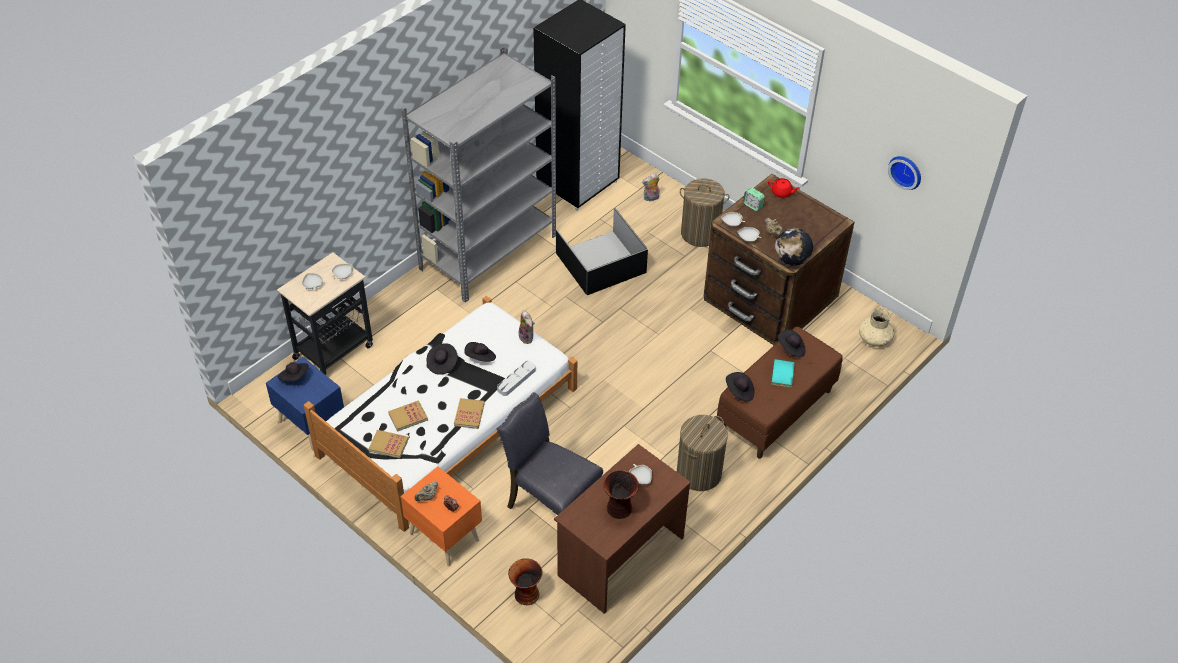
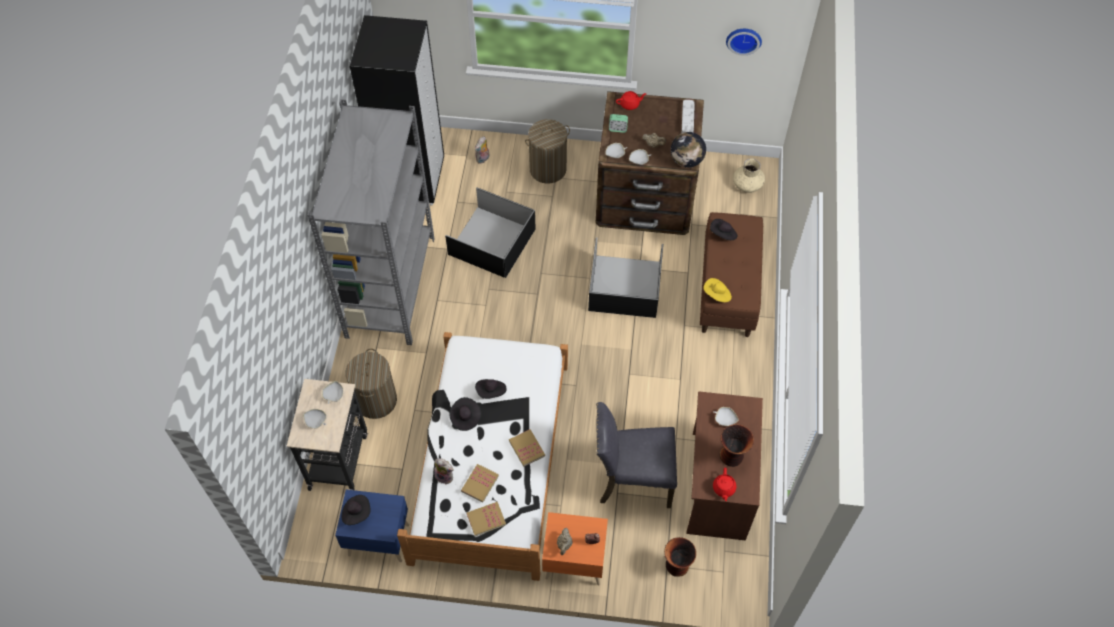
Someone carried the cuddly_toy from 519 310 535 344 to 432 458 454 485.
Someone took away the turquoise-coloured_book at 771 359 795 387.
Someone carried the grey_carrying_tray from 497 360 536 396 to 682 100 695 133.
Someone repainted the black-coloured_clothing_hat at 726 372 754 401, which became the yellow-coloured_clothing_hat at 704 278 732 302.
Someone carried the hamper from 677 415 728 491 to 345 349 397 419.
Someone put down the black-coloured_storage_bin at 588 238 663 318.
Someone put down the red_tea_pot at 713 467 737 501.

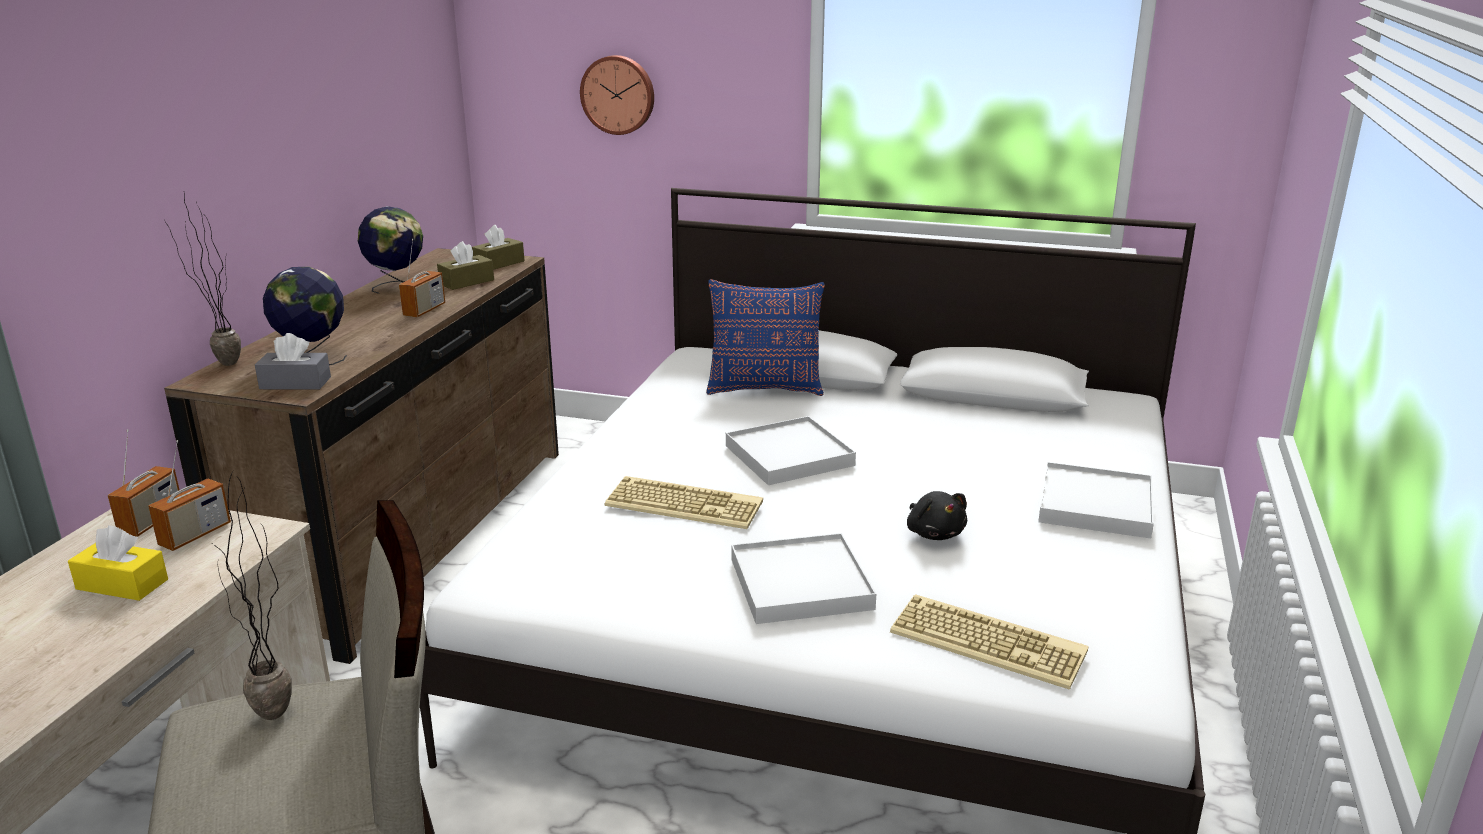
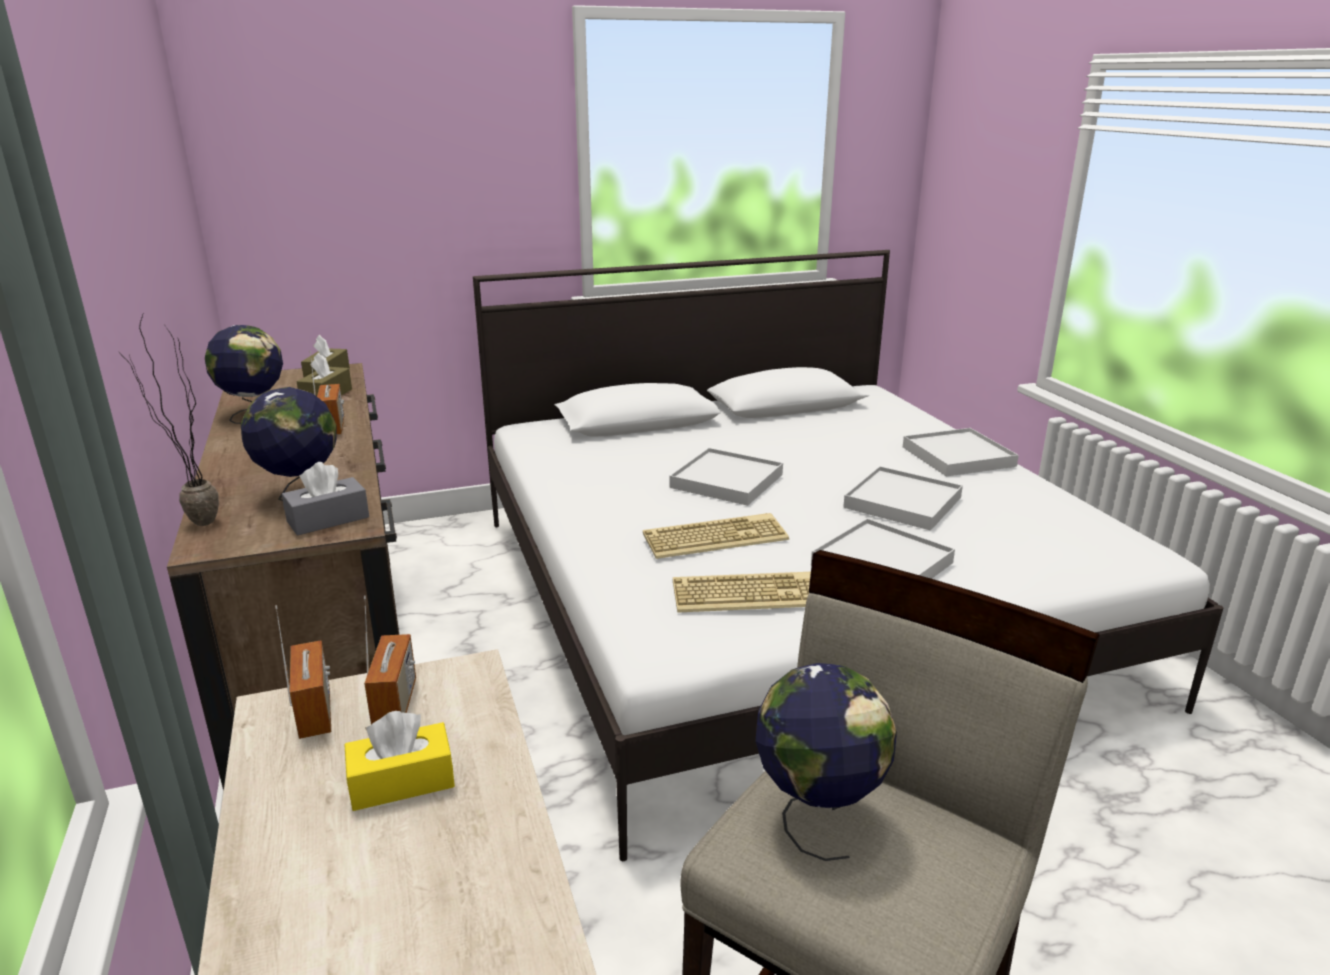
Someone took away the hanging_clock at 580 55 654 135.
Someone took away the blue_pillow at 706 279 825 396.
Someone swapped the plant_in_a_pot at 213 471 292 720 for the world_globe at 755 663 897 861.
Someone swapped the black-coloured_cuddly_toy at 907 491 967 540 for the whitish_carrying_tray at 843 466 963 531.
Someone carried the keyboard from 890 594 1089 690 to 673 572 811 613.

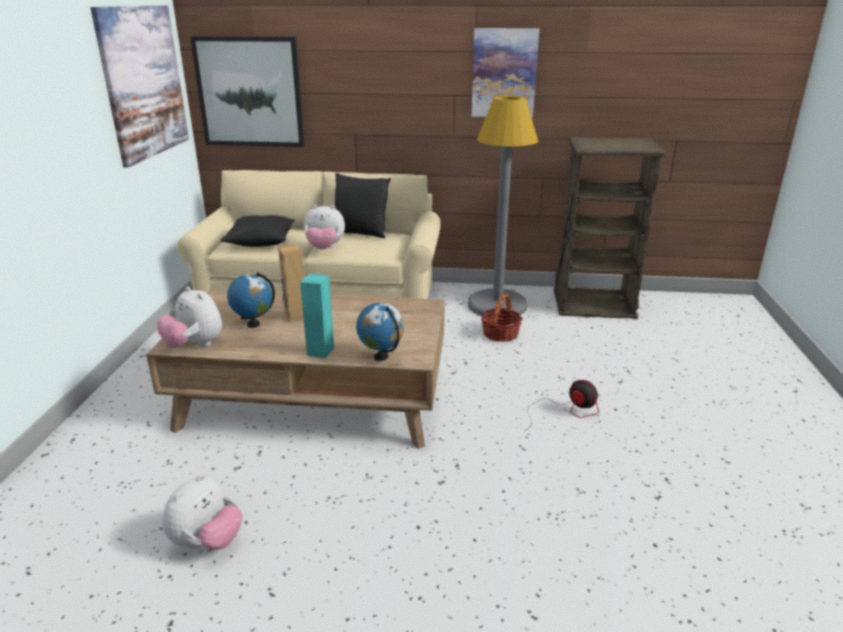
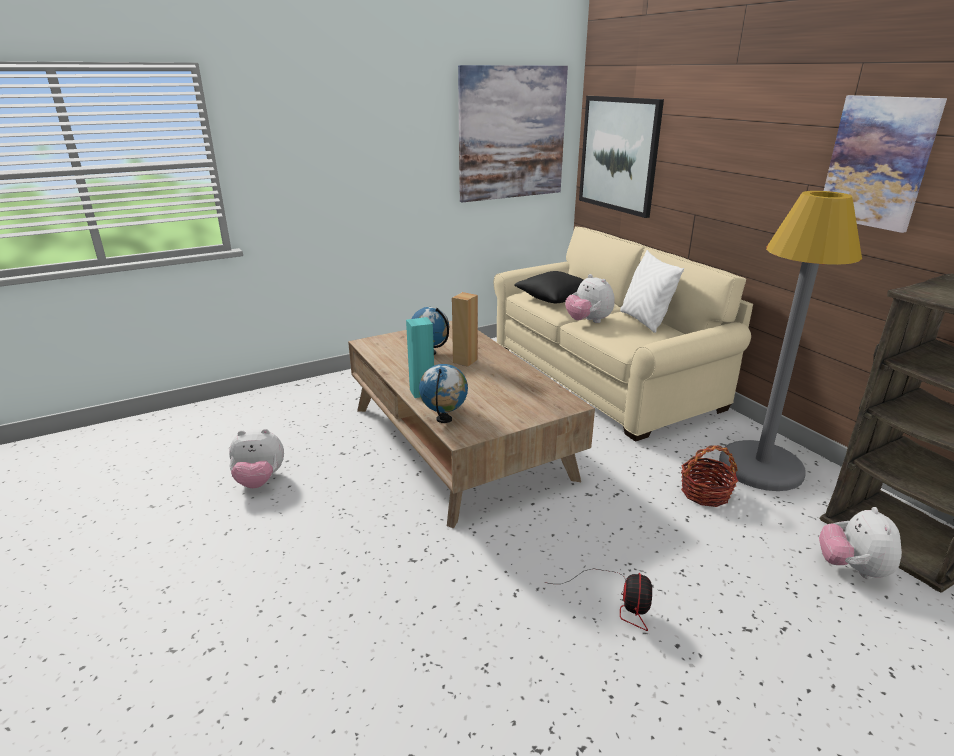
Someone repainted the black-coloured_pillow at 335 173 391 238, which became the whitish_pillow at 620 250 684 333.
Someone carried the cuddly_toy from 157 286 222 348 to 819 507 902 579.

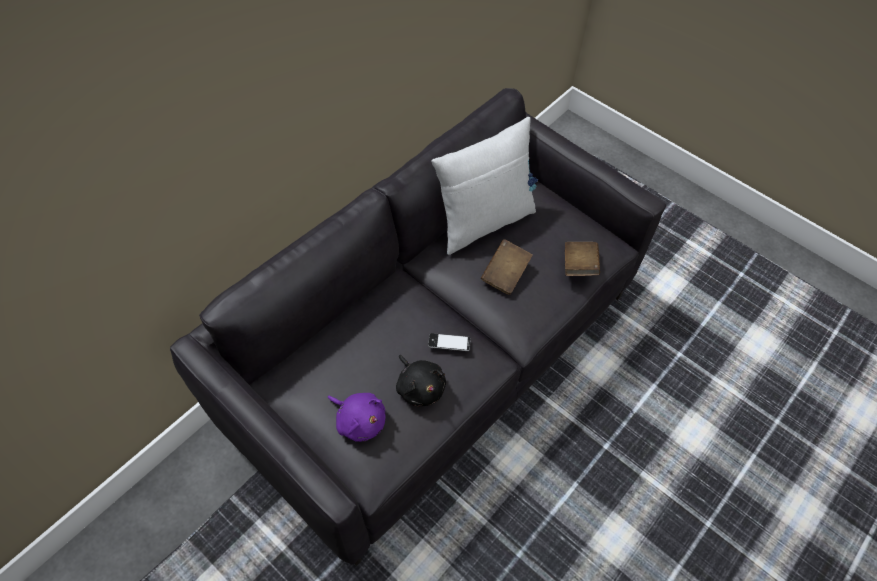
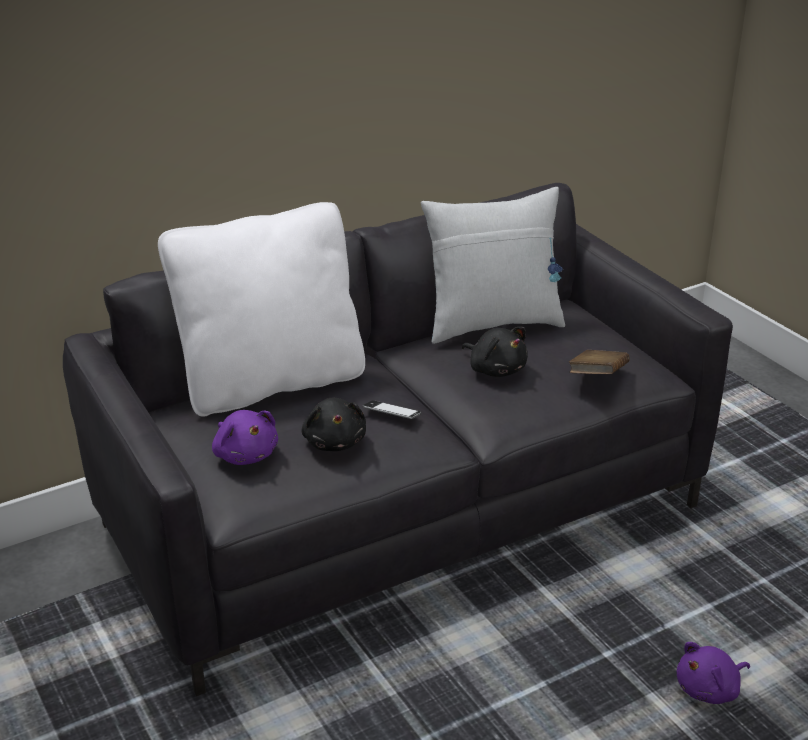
Someone swapped the brown-coloured_book at 481 239 533 295 for the black-coloured_cuddly_toy at 462 327 528 377.
Someone put down the whitish_pillow at 158 202 365 417.
Someone put down the purplish_cuddly_toy at 677 642 750 704.

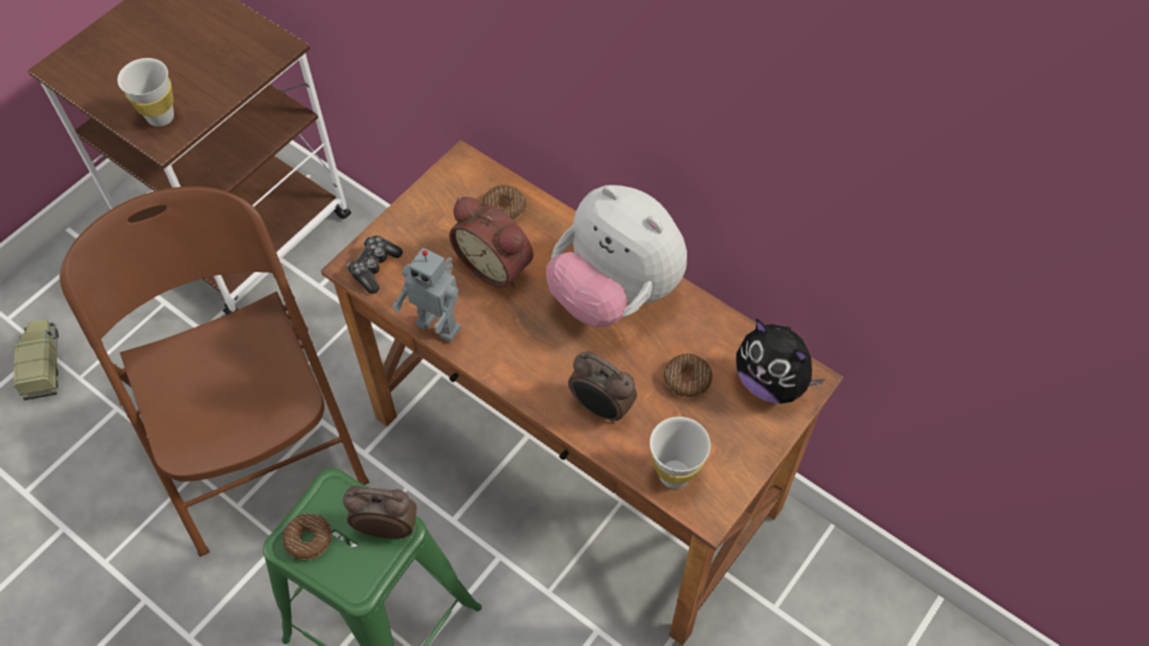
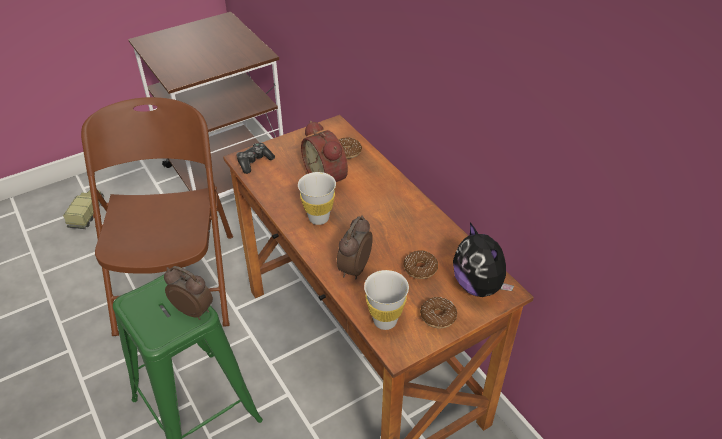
Someone carried the whitish_drinking_cup from 117 58 174 127 to 298 172 336 225.
Someone took away the cuddly_toy at 546 185 687 327.
Someone took away the model_robot at 392 248 461 343.
Someone rotated the bedside_clock at 568 351 637 424 by 60 degrees clockwise.
Someone carried the donut from 283 514 332 560 to 420 297 457 329.

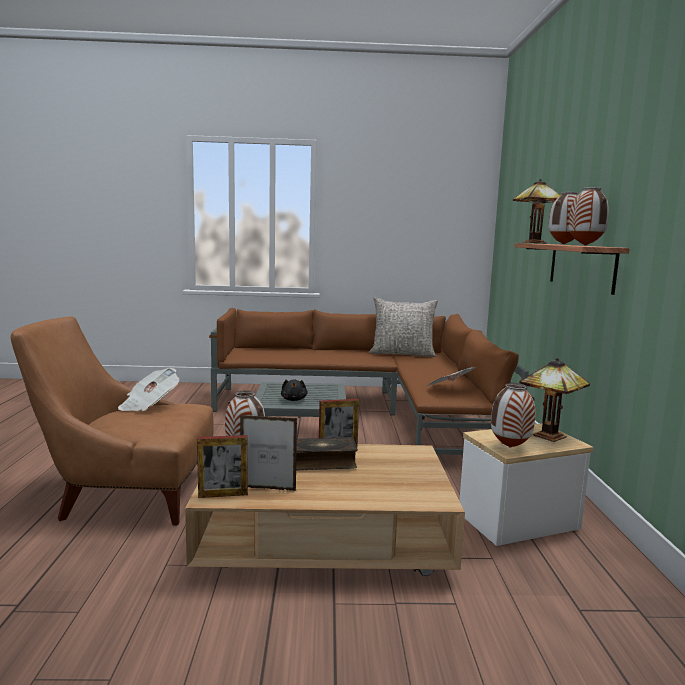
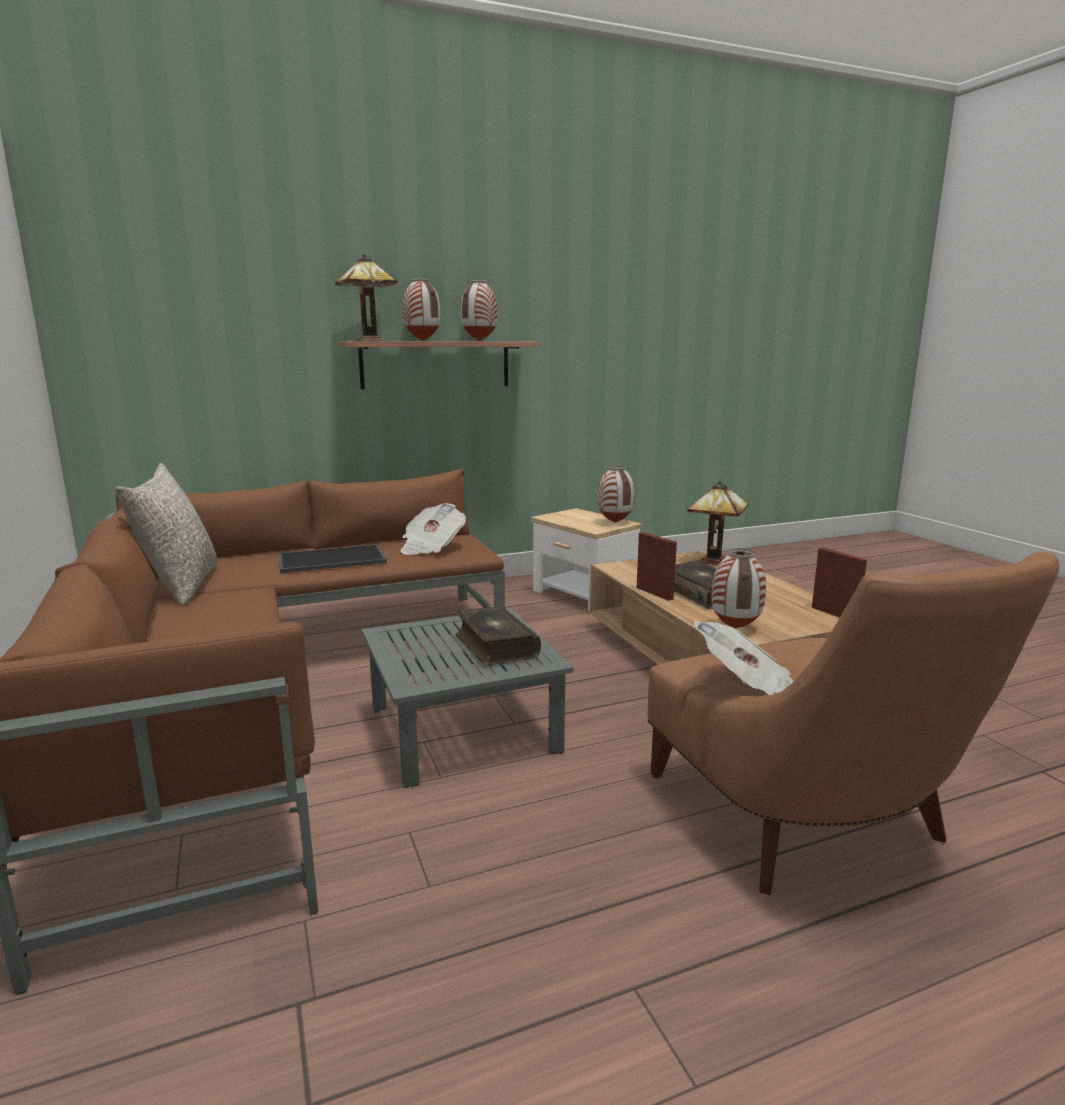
Someone carried the table_lamp from 520 358 590 442 to 687 481 749 565.
Someone swapped the black-coloured_cuddly_toy at 281 379 308 401 for the book at 456 606 541 666.
Someone took away the picture_frame at 240 415 297 491.
Someone put down the carrying_tray at 278 544 387 573.

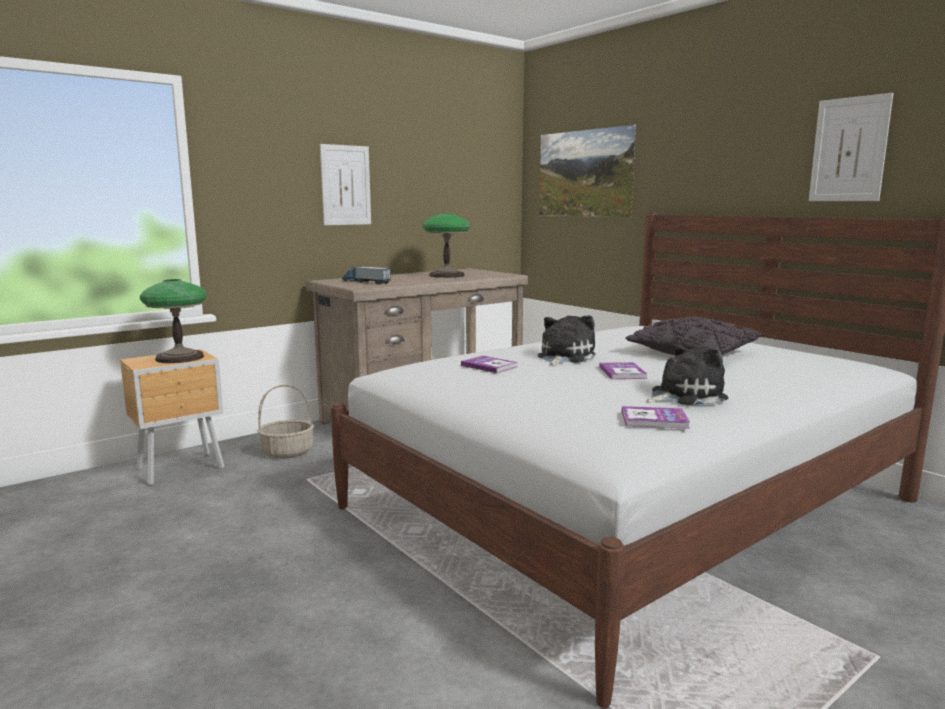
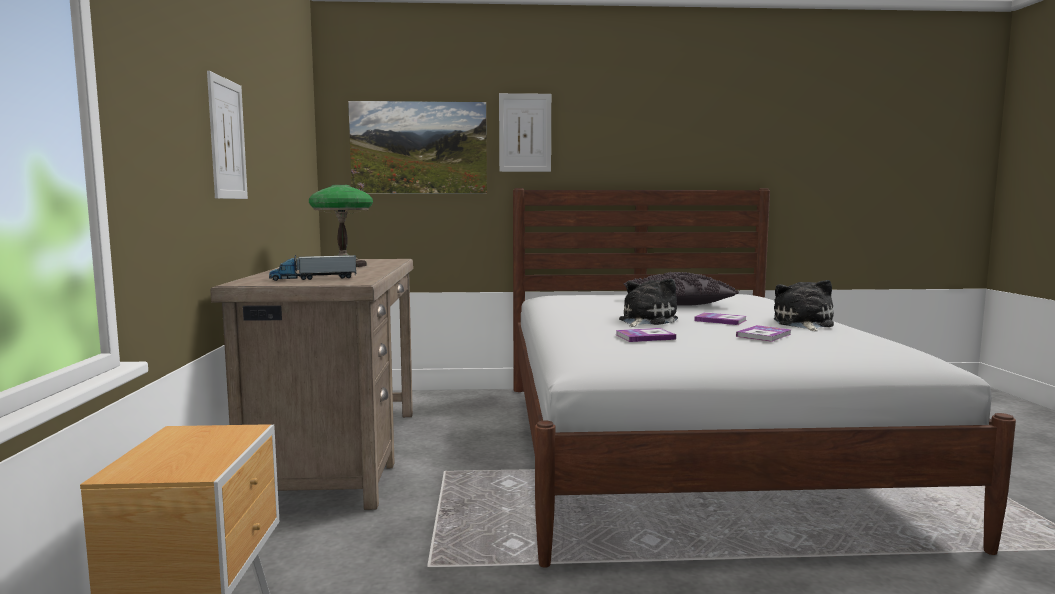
Someone carried the wall_picture from 809 93 893 201 to 499 93 551 172.
Someone took away the table_lamp at 140 279 207 363.
Someone rotated the cuddly_toy at 538 315 596 366 by 60 degrees clockwise.
Someone took away the basket at 257 384 314 459.
Someone carried the book from 622 406 690 429 to 736 325 791 342.

